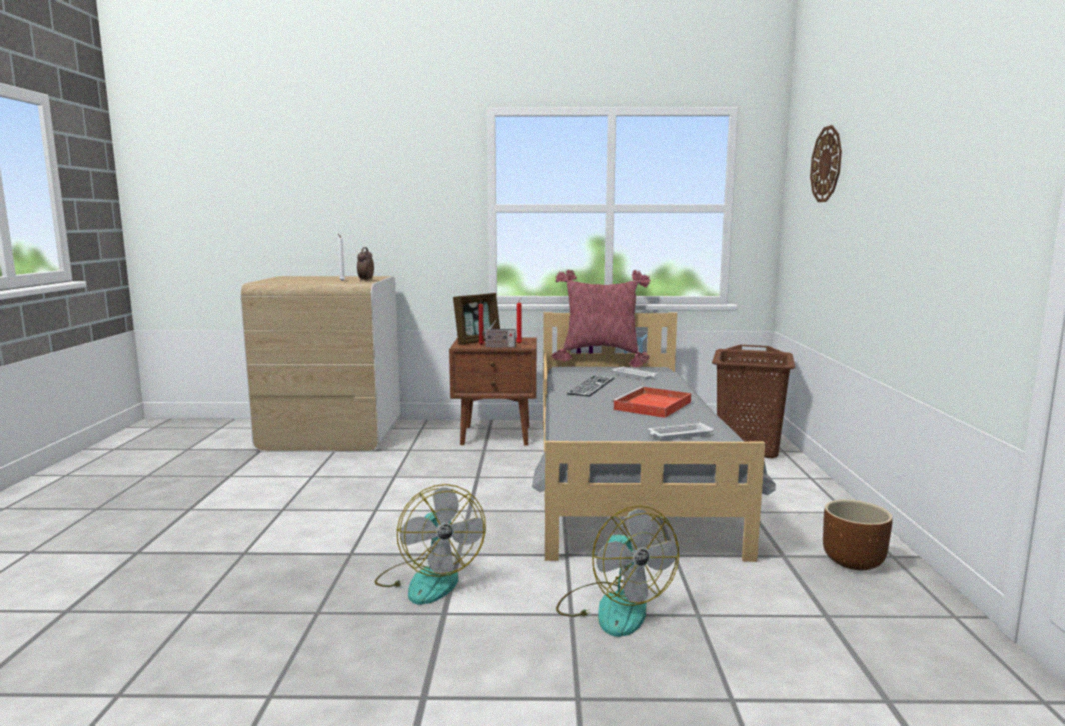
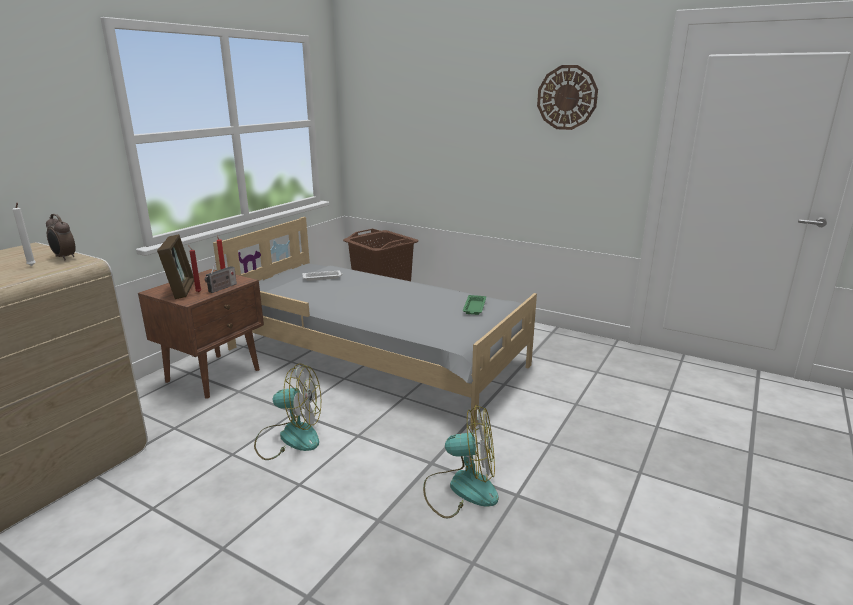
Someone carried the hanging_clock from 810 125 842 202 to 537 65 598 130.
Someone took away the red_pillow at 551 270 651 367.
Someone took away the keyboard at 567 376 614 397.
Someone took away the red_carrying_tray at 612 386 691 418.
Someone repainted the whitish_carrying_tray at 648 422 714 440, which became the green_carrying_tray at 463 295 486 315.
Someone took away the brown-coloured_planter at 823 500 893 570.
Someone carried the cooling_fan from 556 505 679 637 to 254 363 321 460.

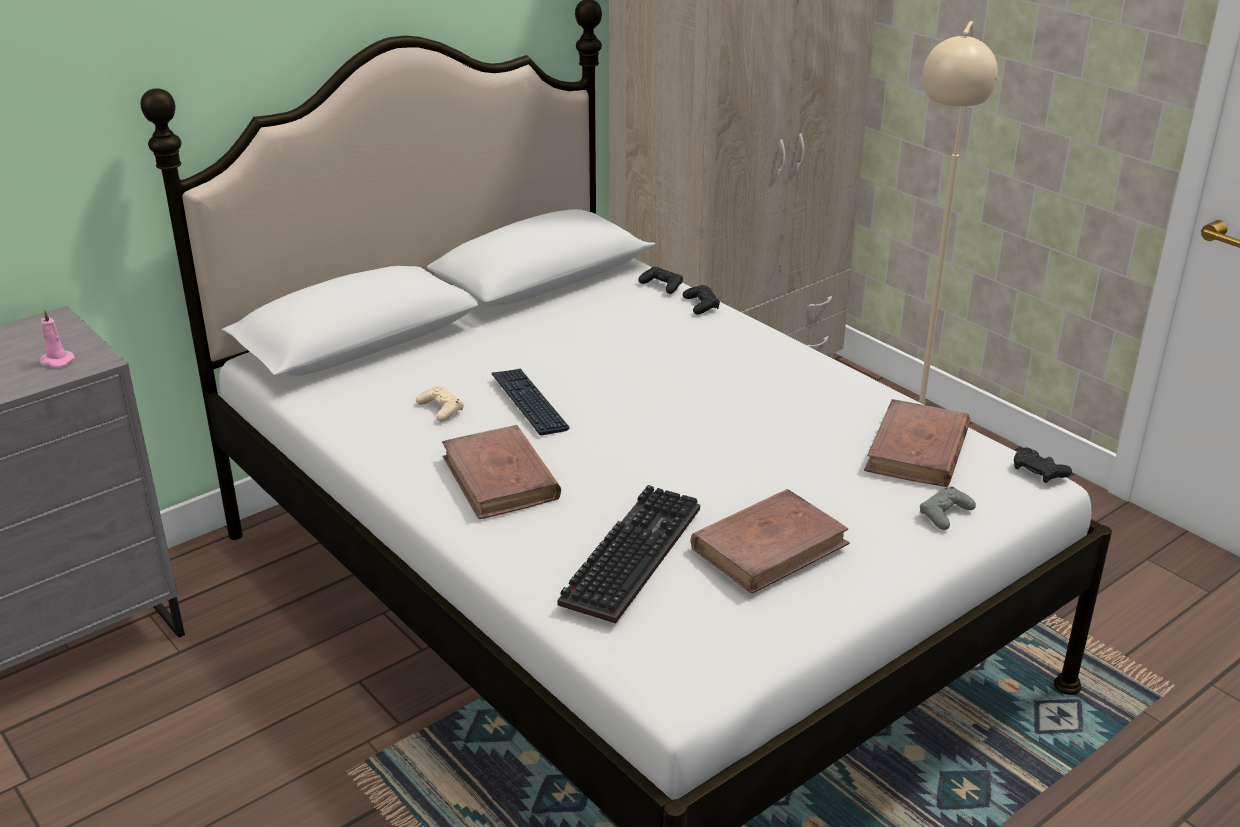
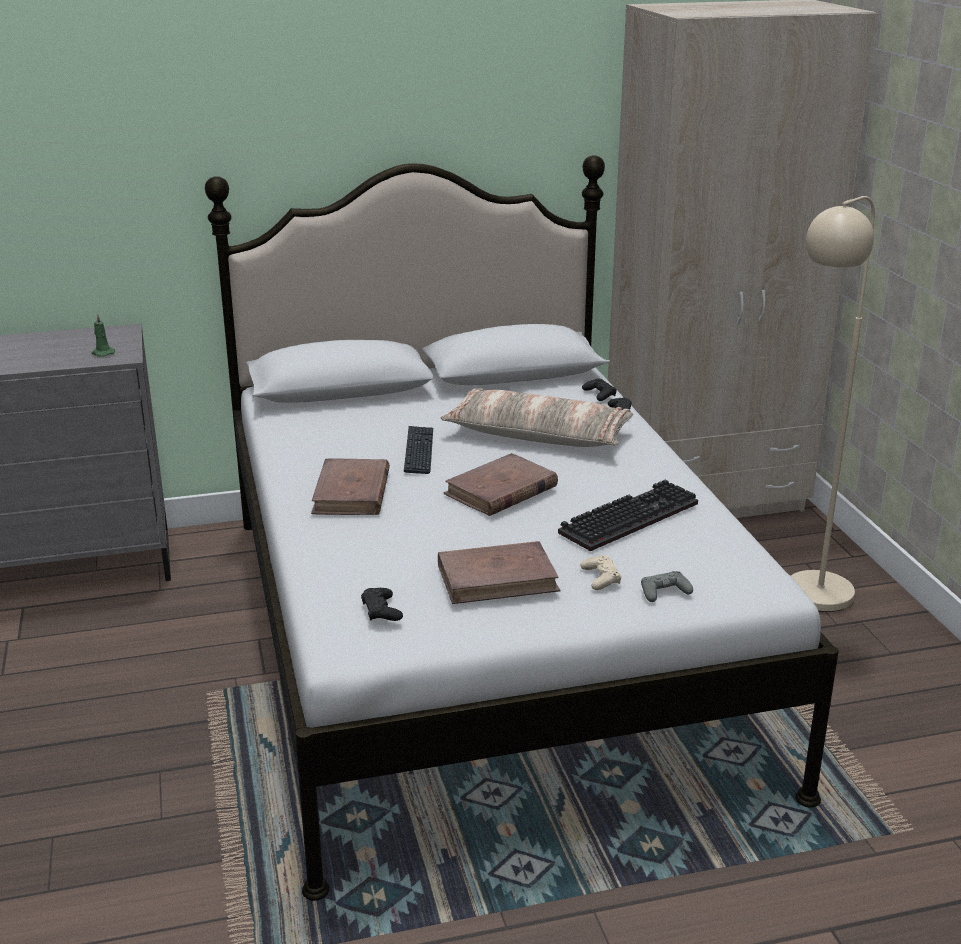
Someone repainted the pink-coloured_wax_light at 39 309 75 368, which became the green_wax_light at 92 314 115 357.
Someone carried the sand-coloured_gamepad from 416 386 464 422 to 580 555 622 590.
Someone carried the brown-coloured_book from 864 399 970 487 to 443 453 558 516.
Someone carried the black-coloured_gamepad from 1014 447 1072 483 to 361 588 403 621.
Someone carried the keyboard from 557 485 700 624 to 558 479 698 551.
Someone put down the pillow at 441 388 633 447.

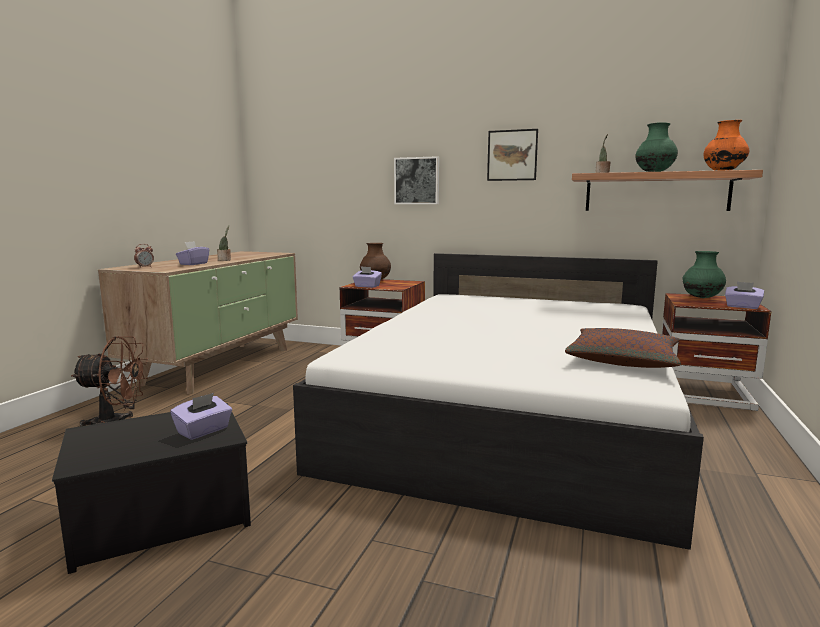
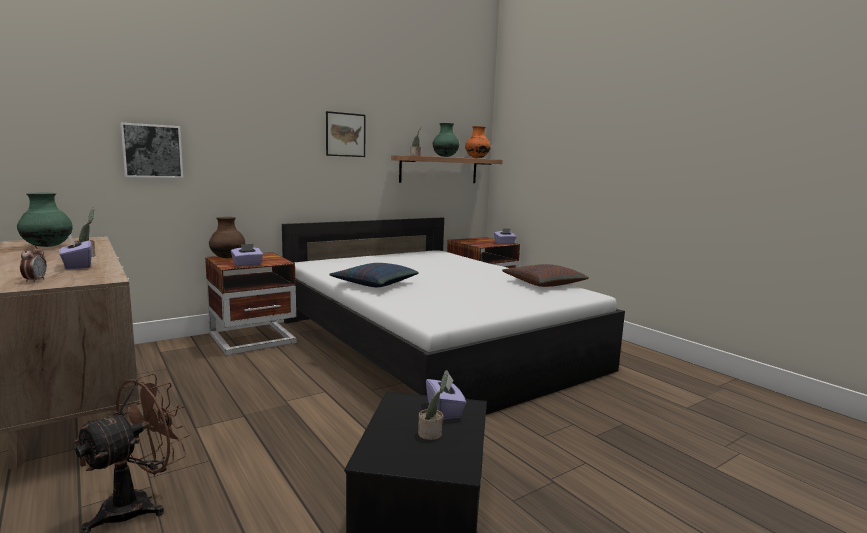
Someone carried the wall_picture from 394 156 439 204 to 120 123 183 178.
Someone carried the green_decorative_vase from 682 251 726 298 to 17 193 73 247.
Someone put down the blue_pillow at 330 263 419 287.
Someone put down the plant_in_a_pot at 418 370 448 440.

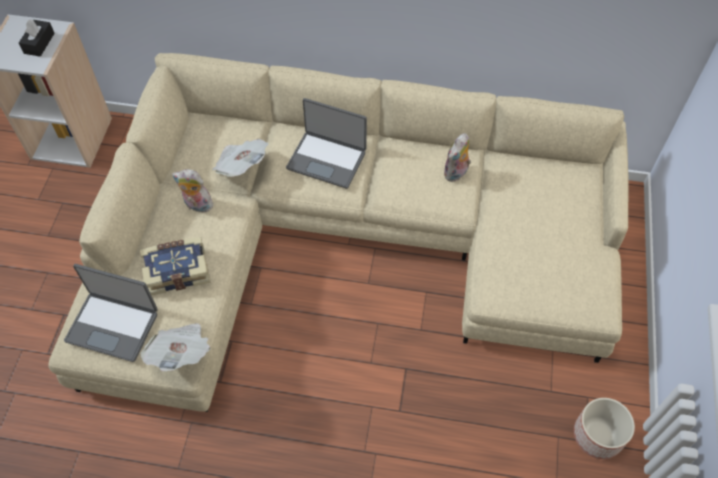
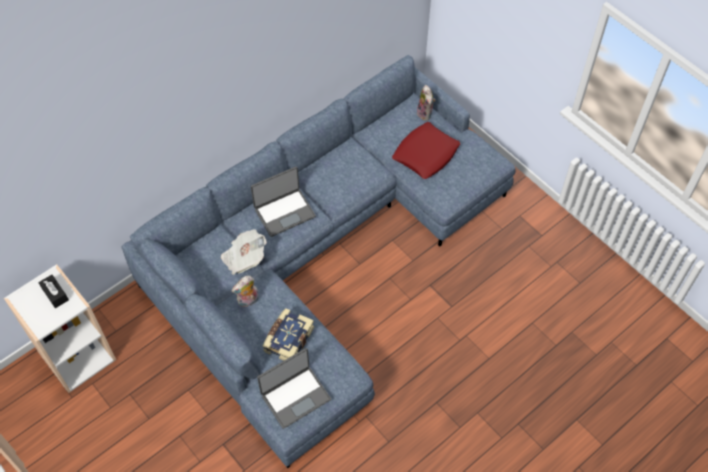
Someone repainted the sand-coloured_settee at 48 53 629 412, which became the blue_settee at 121 55 516 468.
Someone carried the cuddly_toy from 444 133 471 182 to 417 85 436 121.
Someone took away the newspaper at 141 323 211 371.
Someone took away the planter at 574 398 635 459.
Someone put down the red_pillow at 392 122 460 179.

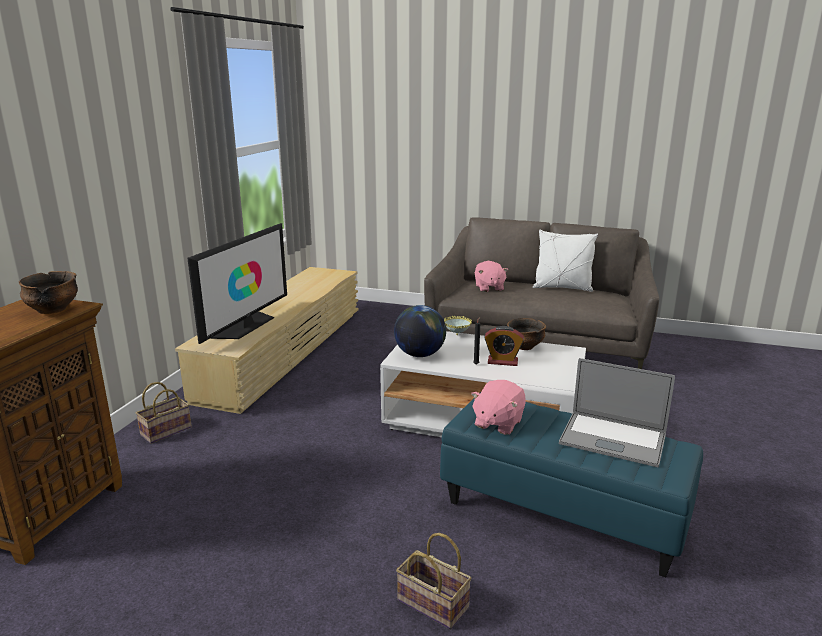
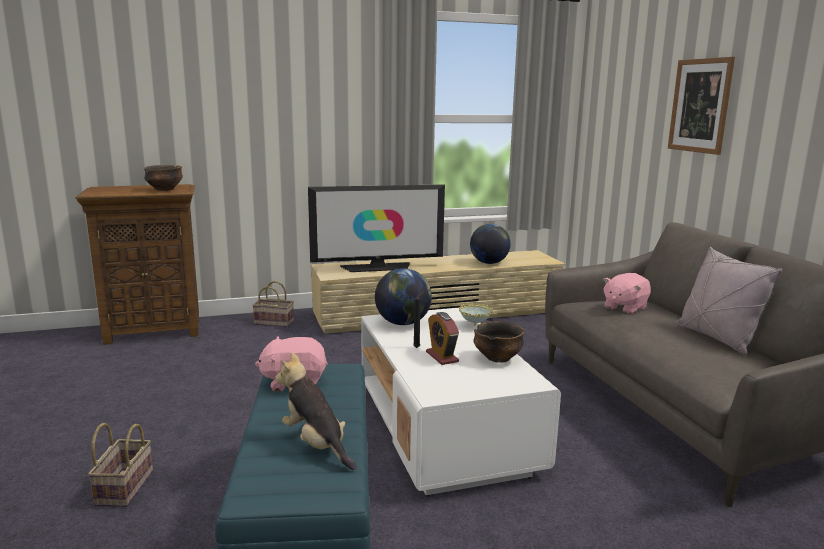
Someone repainted the whitish_pillow at 533 230 598 292, which became the purplish_pillow at 676 247 783 355.
Someone swapped the notebook_computer at 559 358 675 467 for the cuddly_toy at 275 352 357 470.
Someone put up the wall_picture at 668 57 735 155.
Someone put down the world_globe at 470 224 511 264.

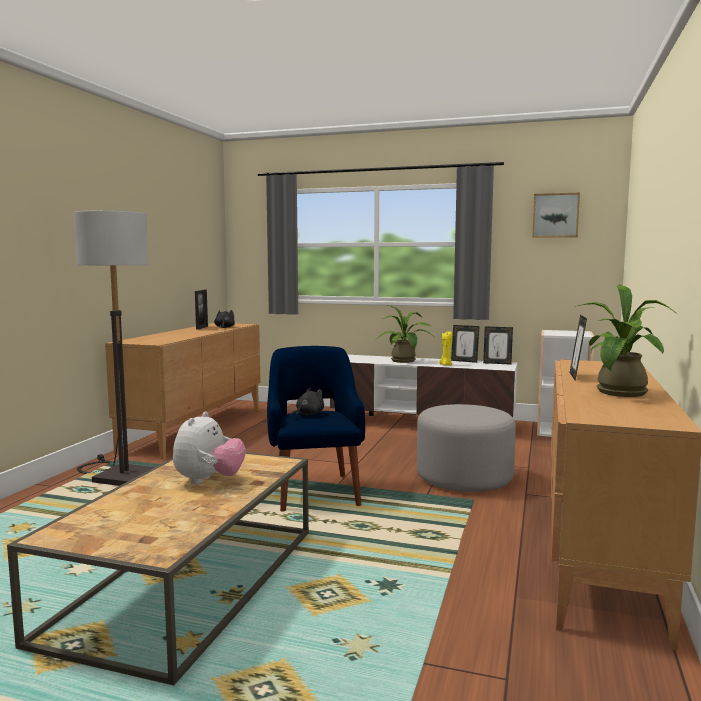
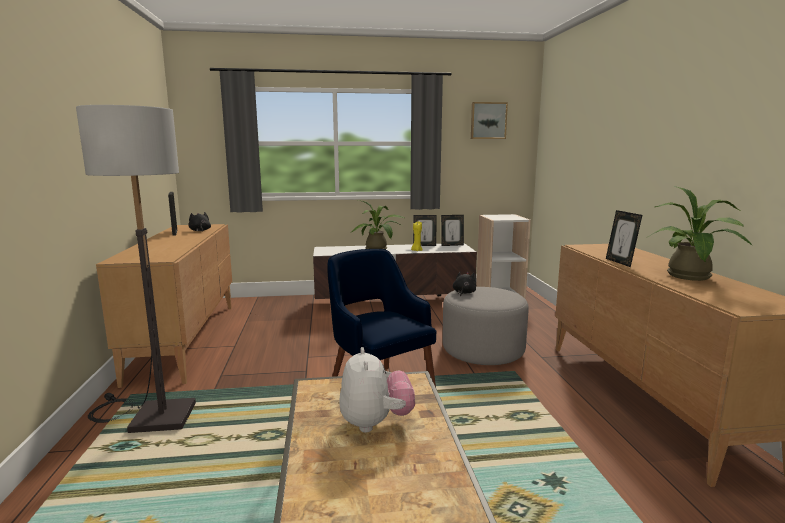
Someone carried the black-coloured_cuddly_toy from 290 388 324 416 to 453 272 476 296.

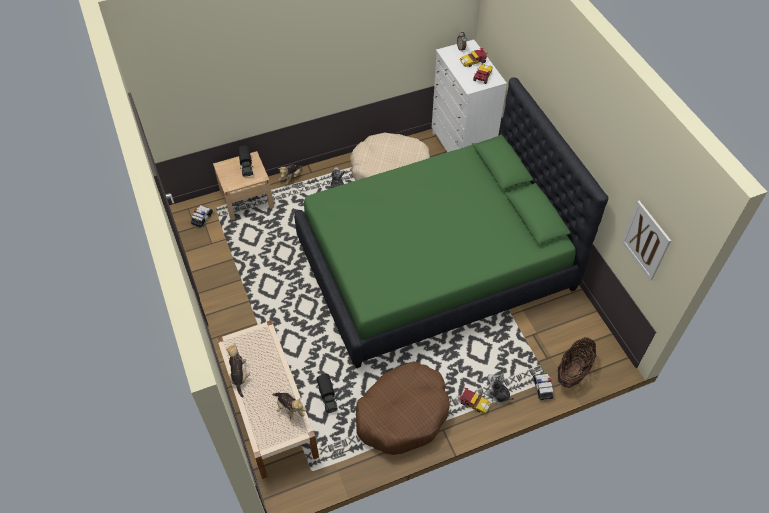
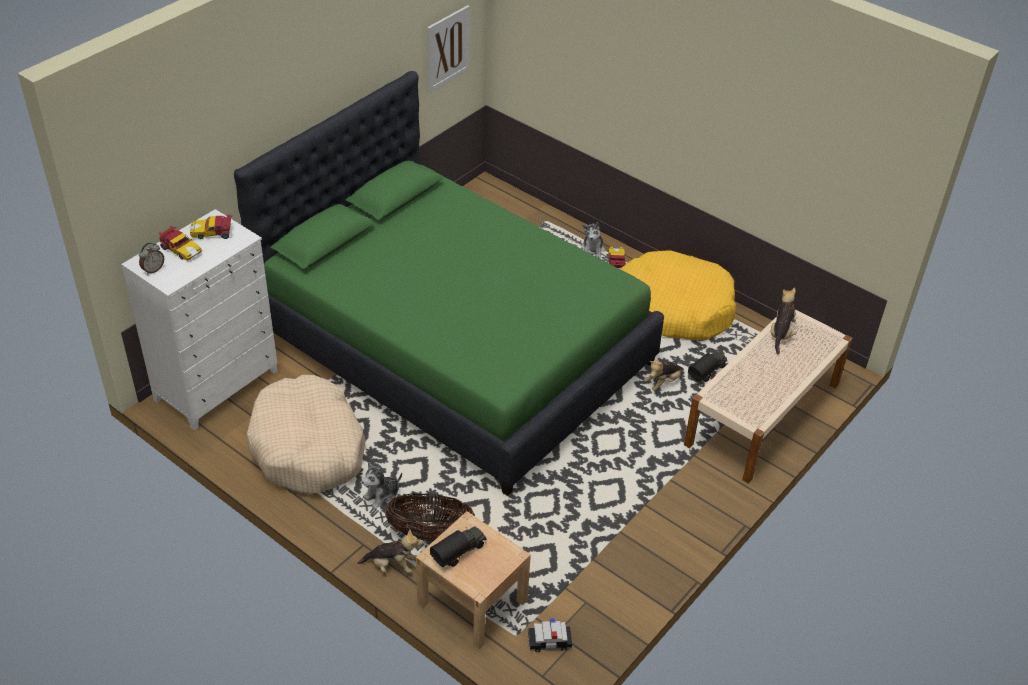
Someone carried the basket from 558 337 597 388 to 385 493 475 542.
Someone carried the cuddly_toy from 226 343 250 397 to 644 361 684 391.
Someone repainted the brown-coloured_dog_cushion at 356 361 450 455, which became the yellow-coloured_dog_cushion at 621 250 736 340.
Someone took away the model_car at 533 373 554 401.

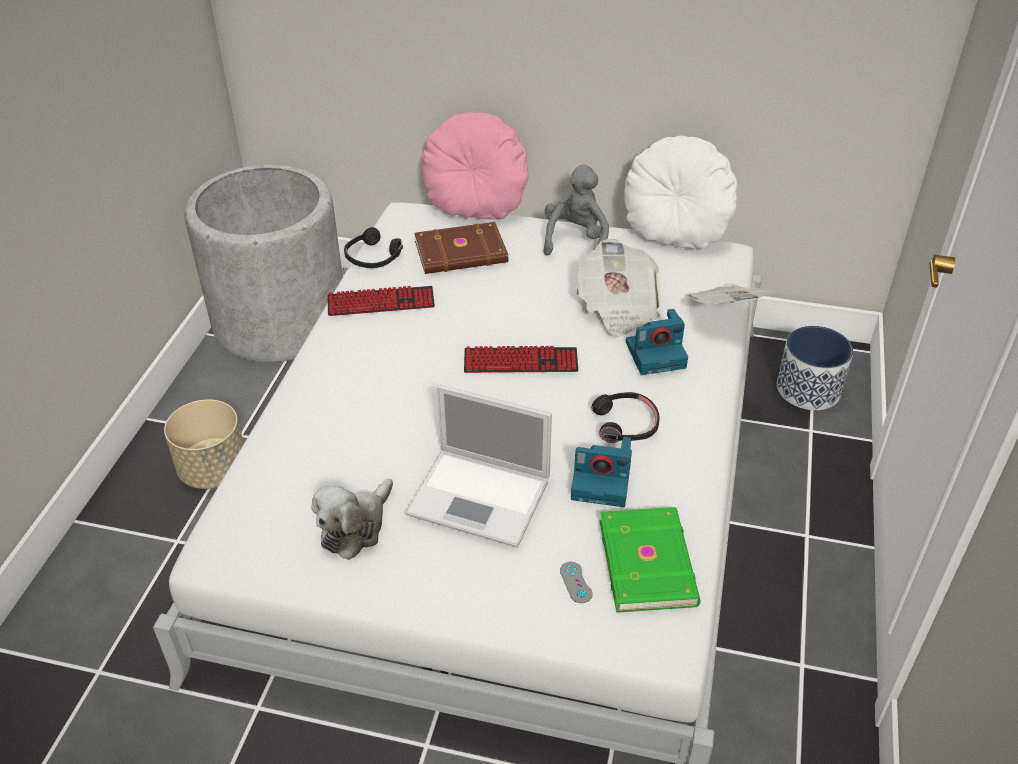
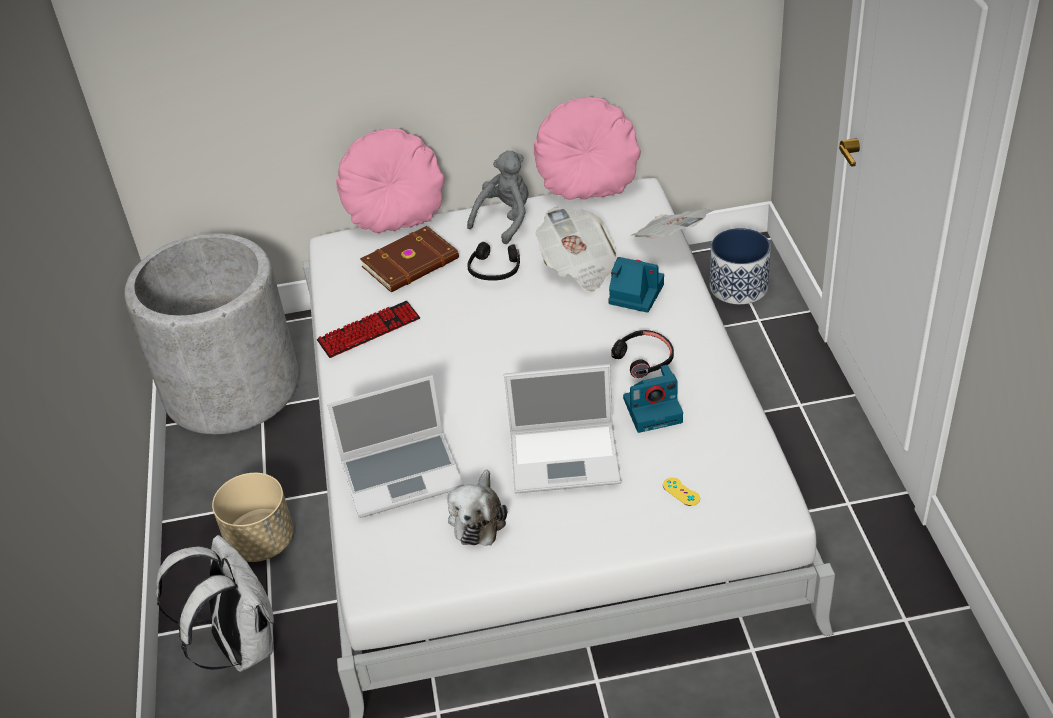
Someone repainted the whitish_pillow at 624 136 737 250, which became the pink-coloured_pillow at 534 97 641 200.
Someone rotated the grey_cuddly_toy at 544 165 609 255 by 45 degrees clockwise.
Someone carried the black-coloured_pair_of_headphones from 344 227 403 268 to 467 242 520 281.
Someone rotated the still_camera at 626 309 688 375 by 120 degrees counterclockwise.
Someone took away the keyboard at 464 346 578 373.
Someone took away the green_book at 600 507 701 613.
Someone repainted the grey_gamepad at 560 562 593 603, which became the yellow-coloured_gamepad at 663 478 700 506.
Someone put down the notebook_computer at 327 375 463 518.
Someone put down the whitish_backpack at 156 535 274 672.

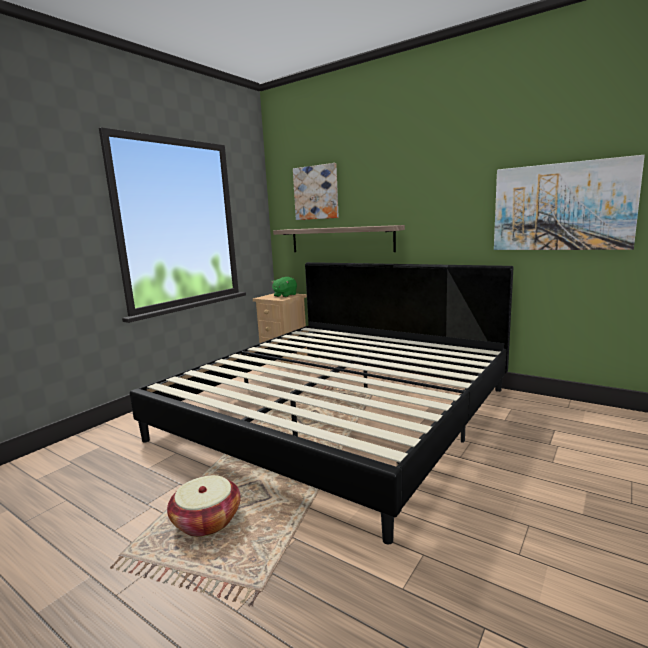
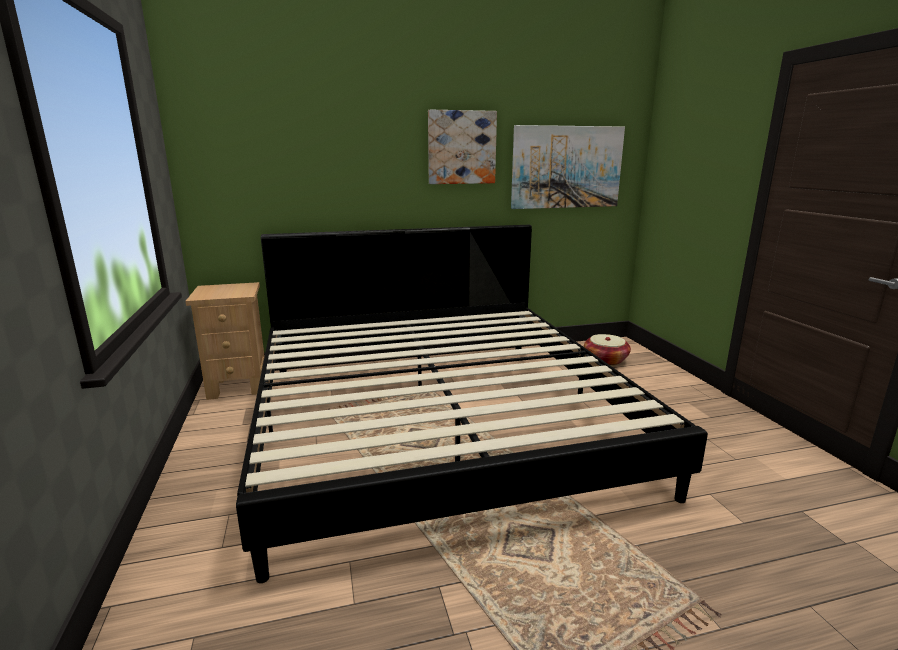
Someone carried the wall_picture from 293 163 339 220 to 428 110 497 184.
Someone took away the wall_shelf at 273 225 405 252.
Someone took away the green_cuddly_toy at 271 277 297 297.
Someone carried the basket from 167 475 241 537 to 584 334 631 366.

